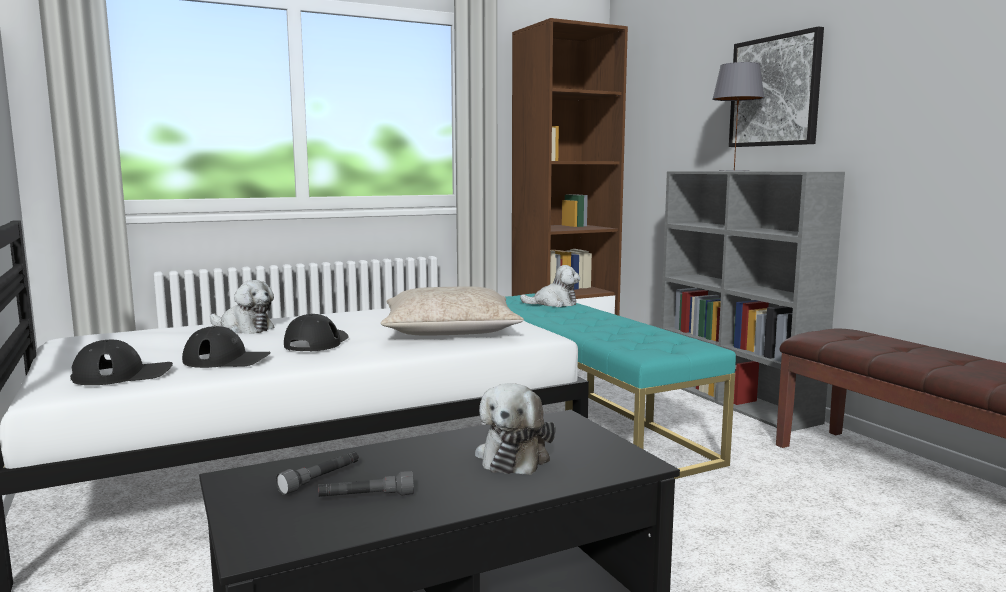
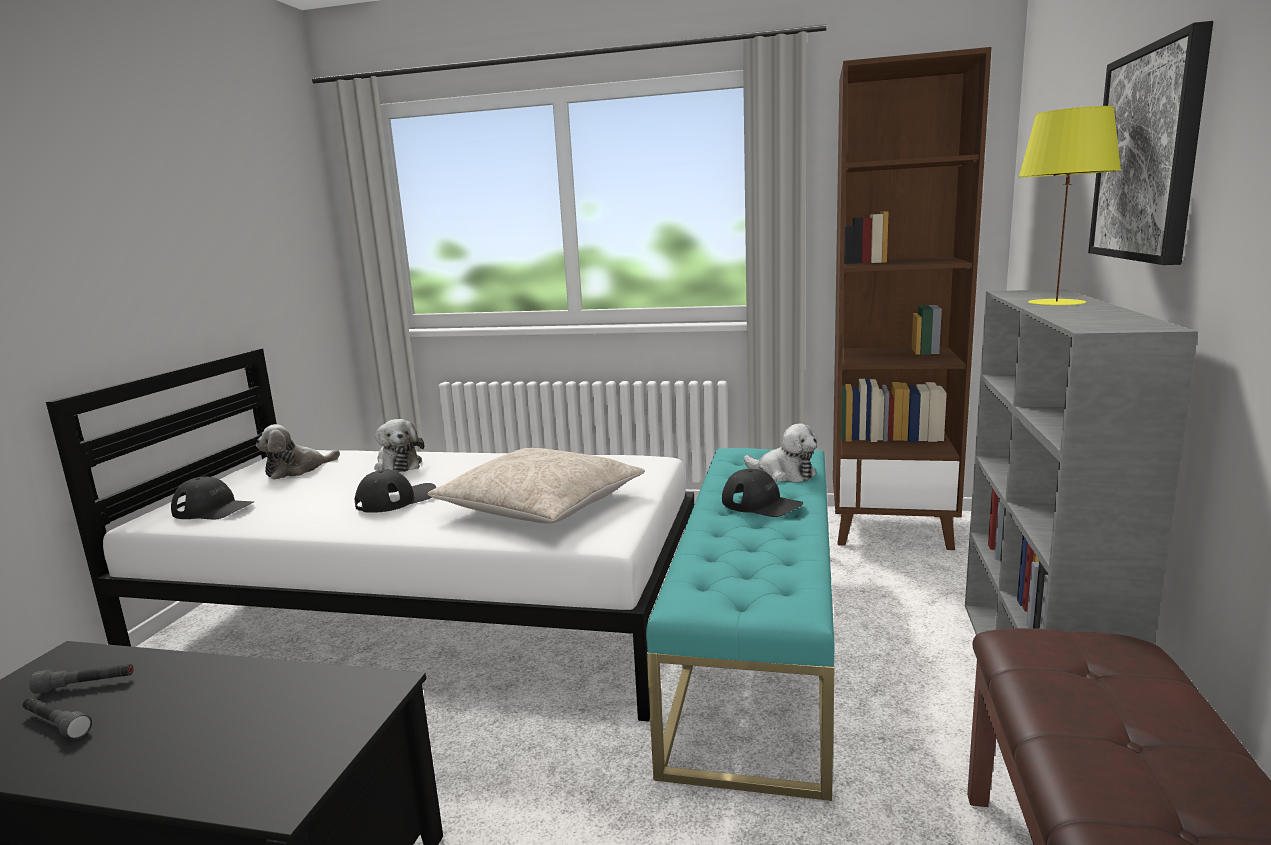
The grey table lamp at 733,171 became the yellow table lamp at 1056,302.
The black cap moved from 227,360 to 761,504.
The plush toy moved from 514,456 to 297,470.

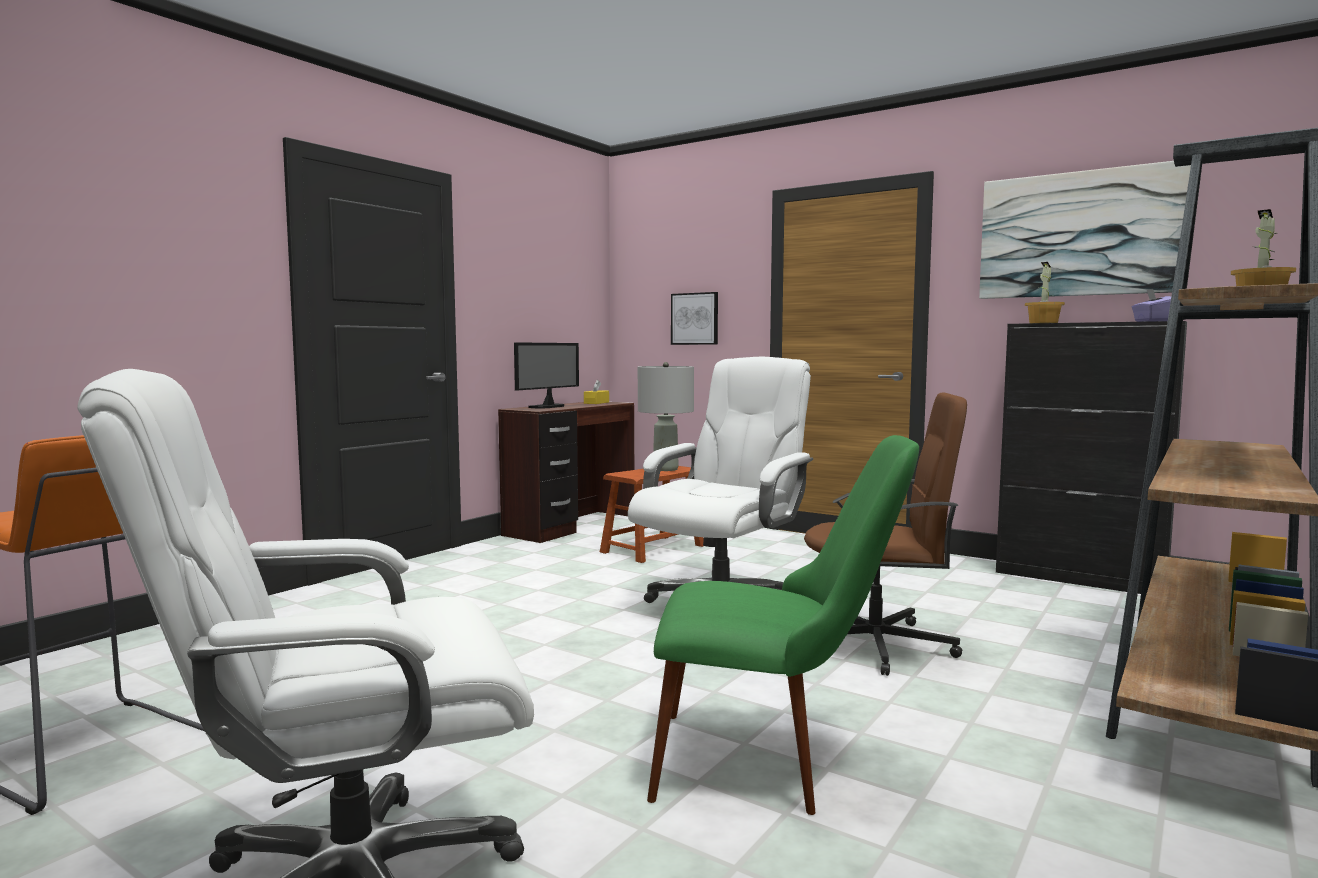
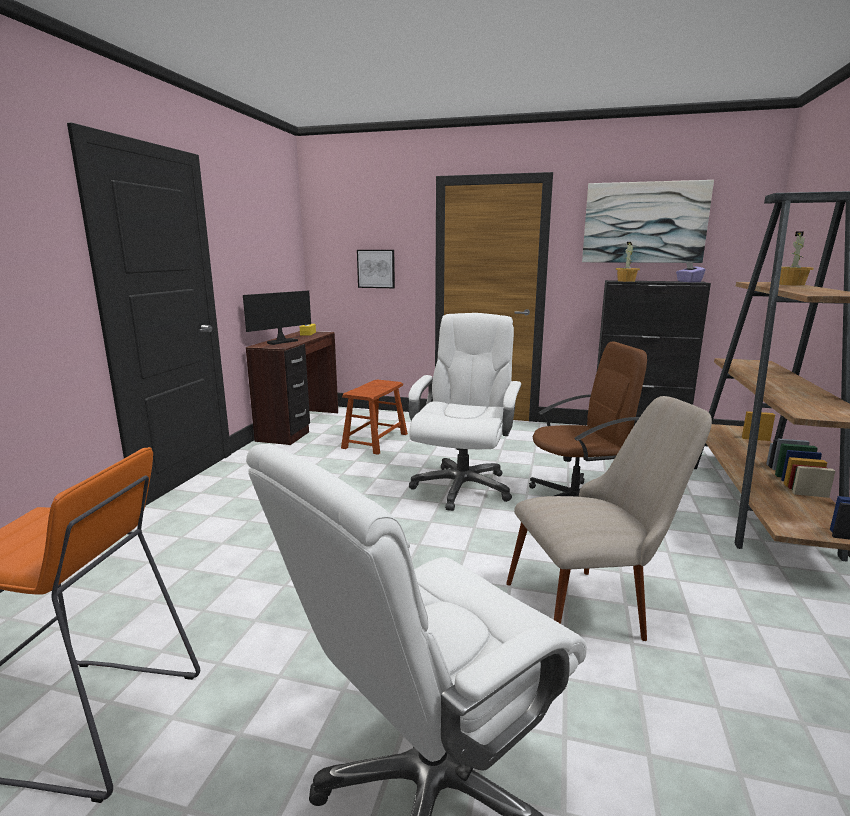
The monitor at 548,407 turned 150 degrees counterclockwise.
The grey table lamp at 665,469 disappeared.
The green chair at 773,762 became the beige chair at 593,606.

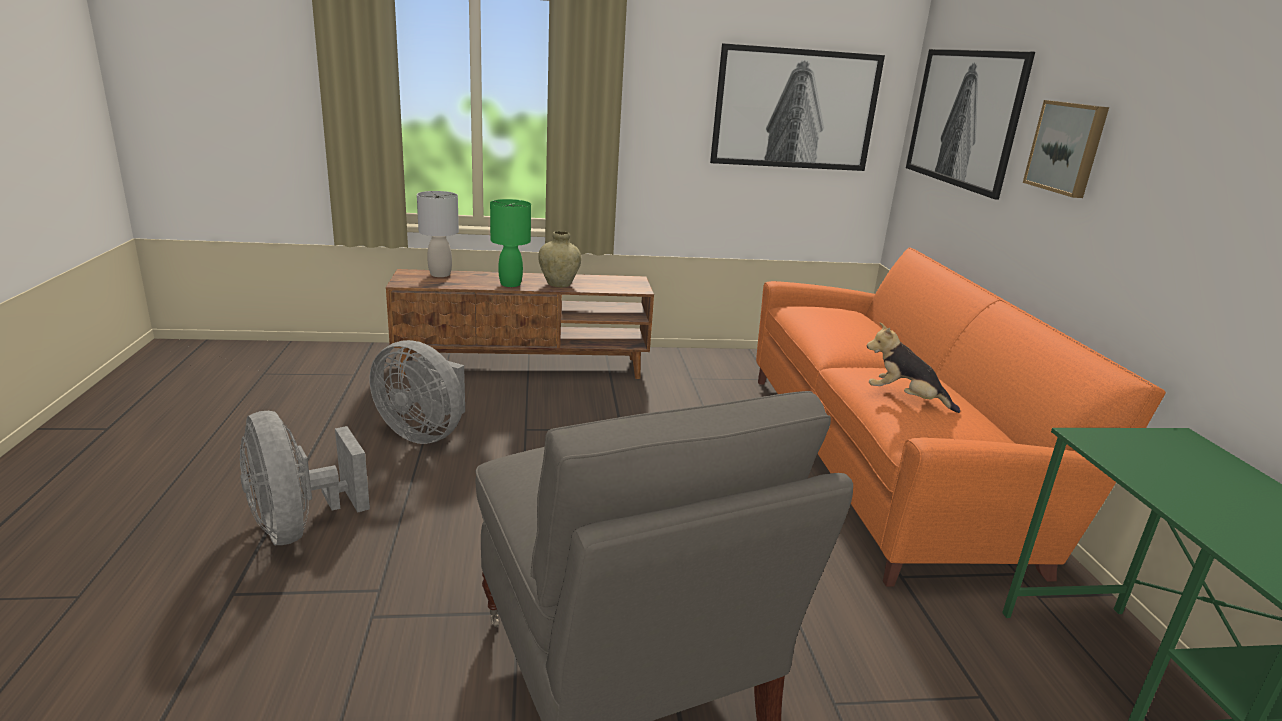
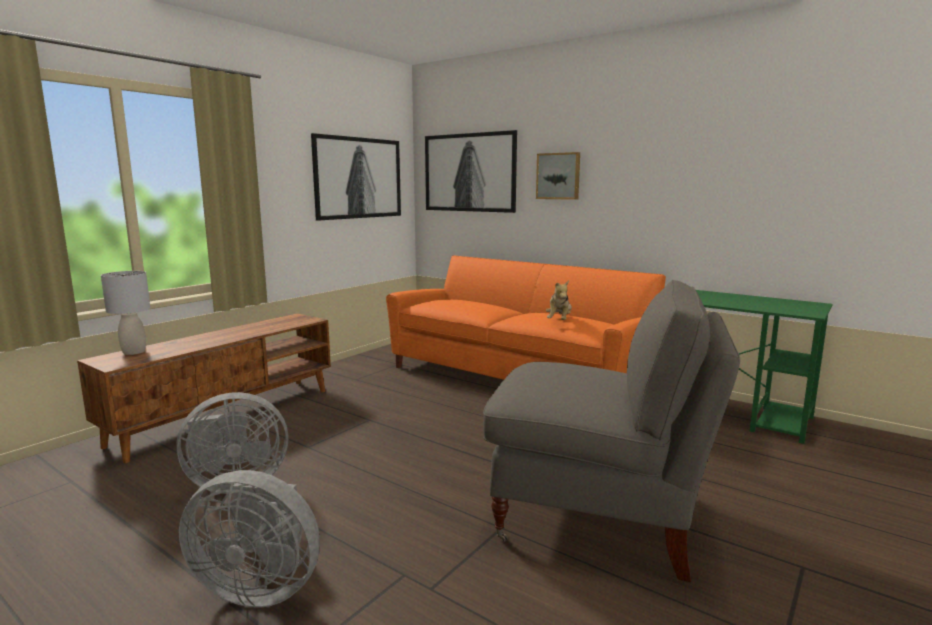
The green table lamp at 510,284 disappeared.
The beige vase at 559,284 disappeared.
The plush toy at 905,399 turned 60 degrees counterclockwise.

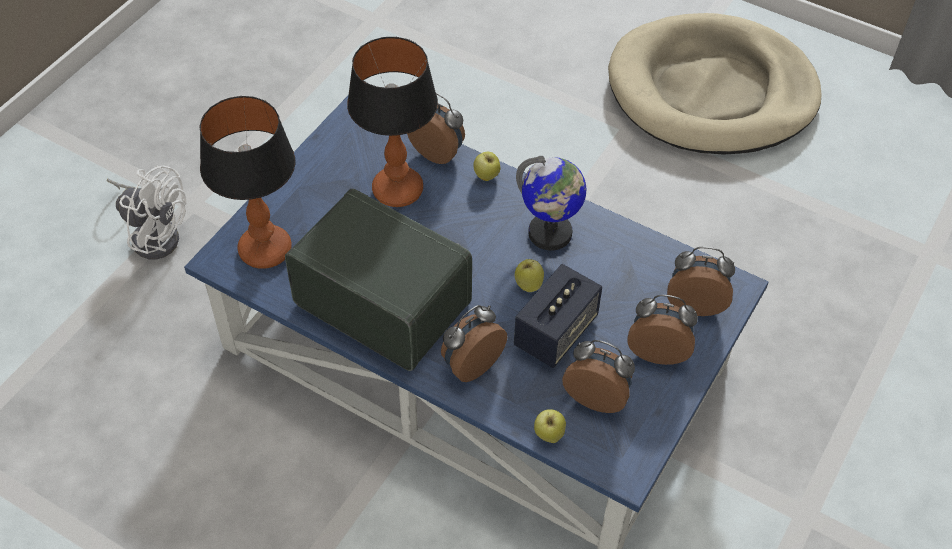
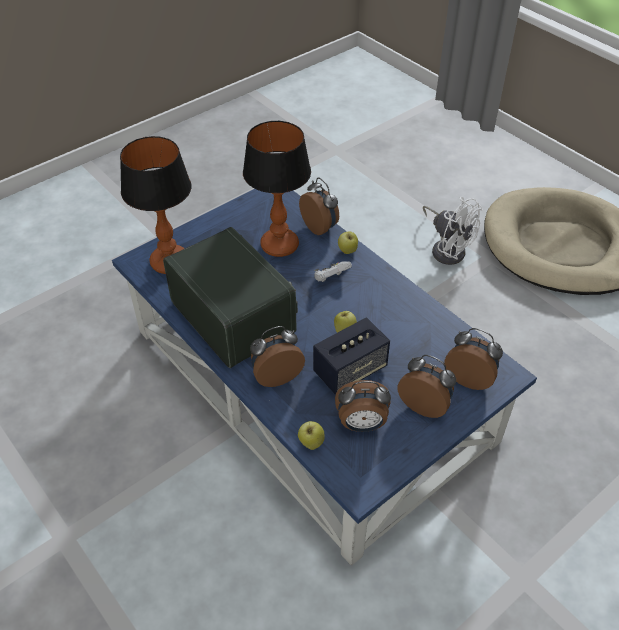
The globe at 550,234 disappeared.
The white fan moved from 154,234 to 447,248.
The alarm clock at 597,395 turned 135 degrees clockwise.
The white game controller at 331,278 appeared.

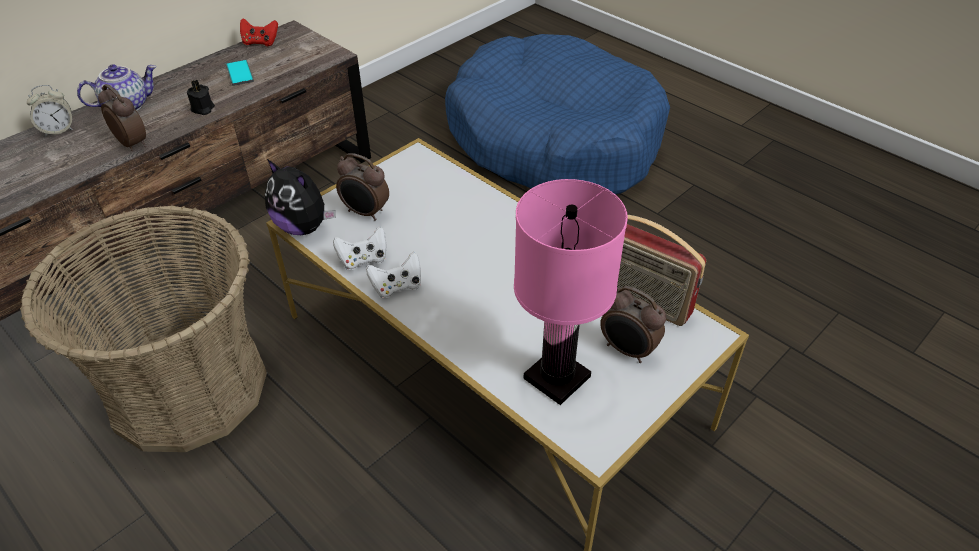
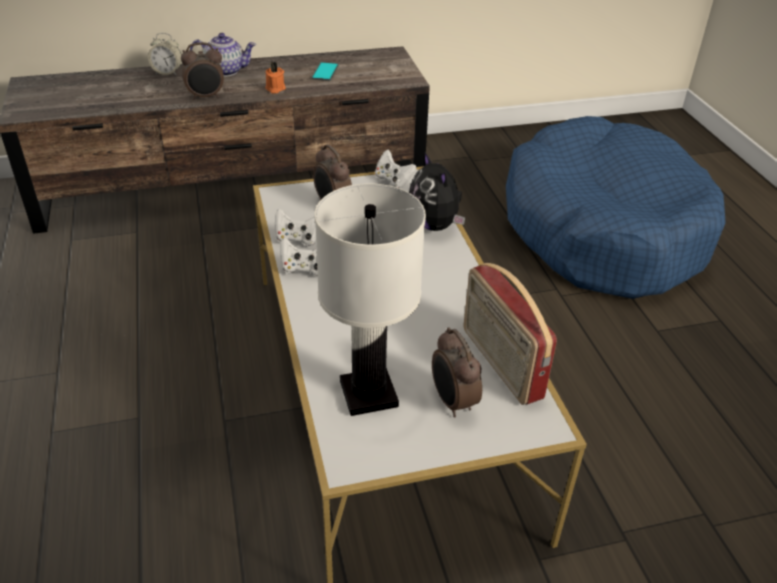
The red game controller at 260,42 disappeared.
The black candle at 202,109 became the orange candle at 275,89.
The alarm clock at 133,143 turned 90 degrees clockwise.
The plush toy moved from 303,227 to 435,225.
The pink table lamp at 558,377 became the white table lamp at 369,394.
The basket at 188,387 disappeared.
The white game controller at 393,180 appeared.

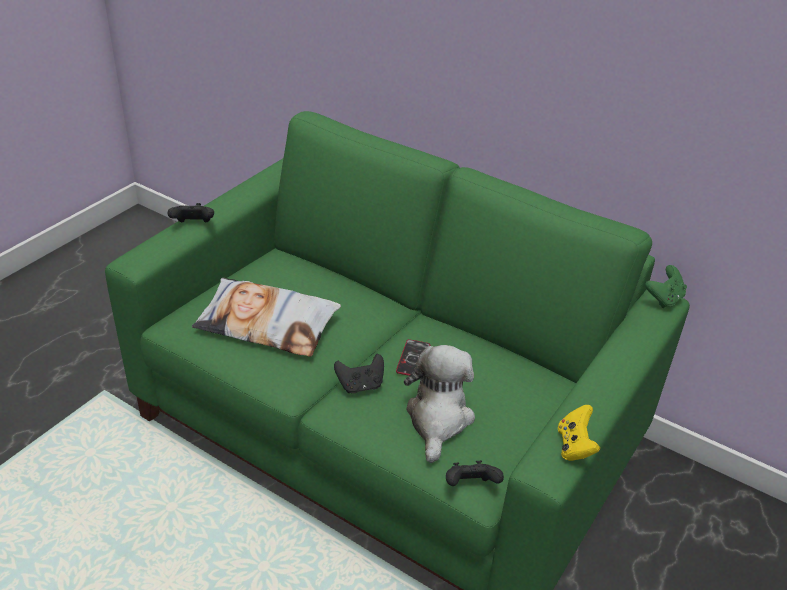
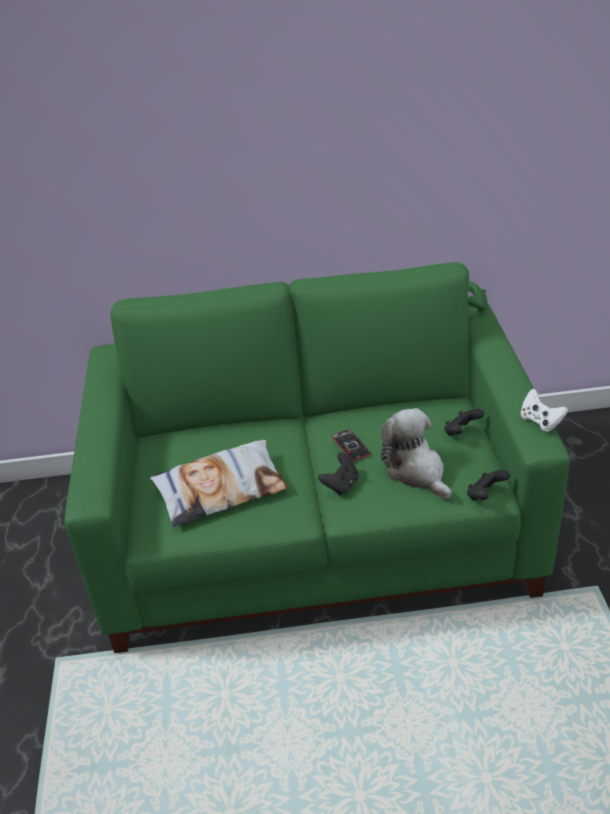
The black game controller moved from 193,225 to 461,432.
The yellow game controller at 574,446 became the white game controller at 540,421.

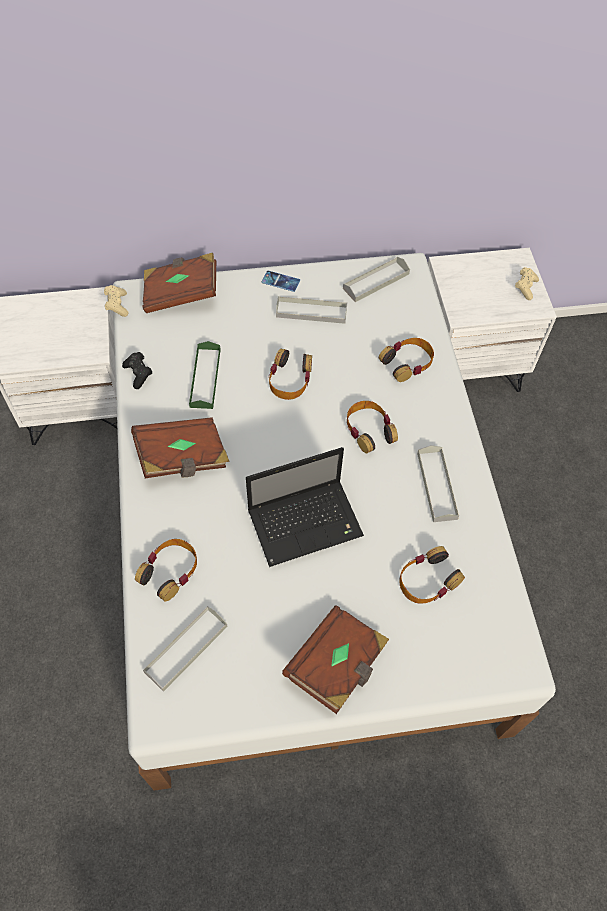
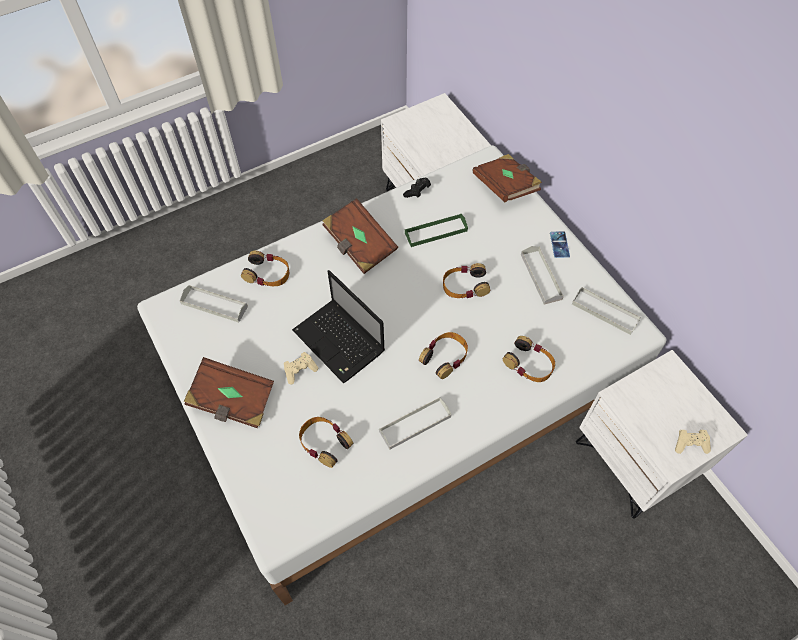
The beige game controller moved from 117,305 to 300,370.

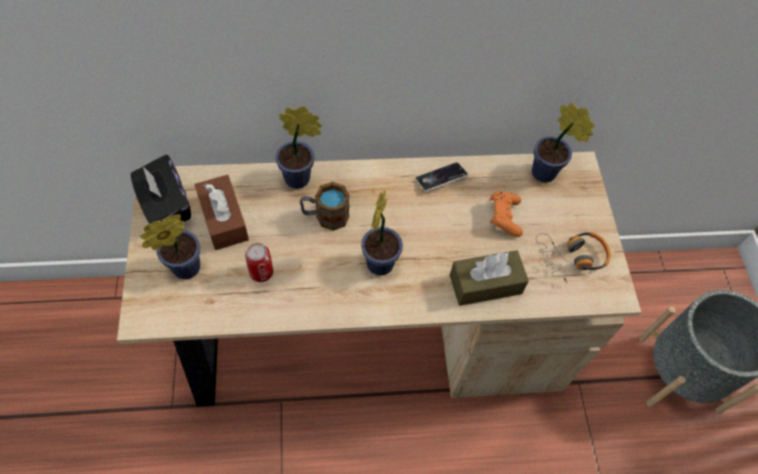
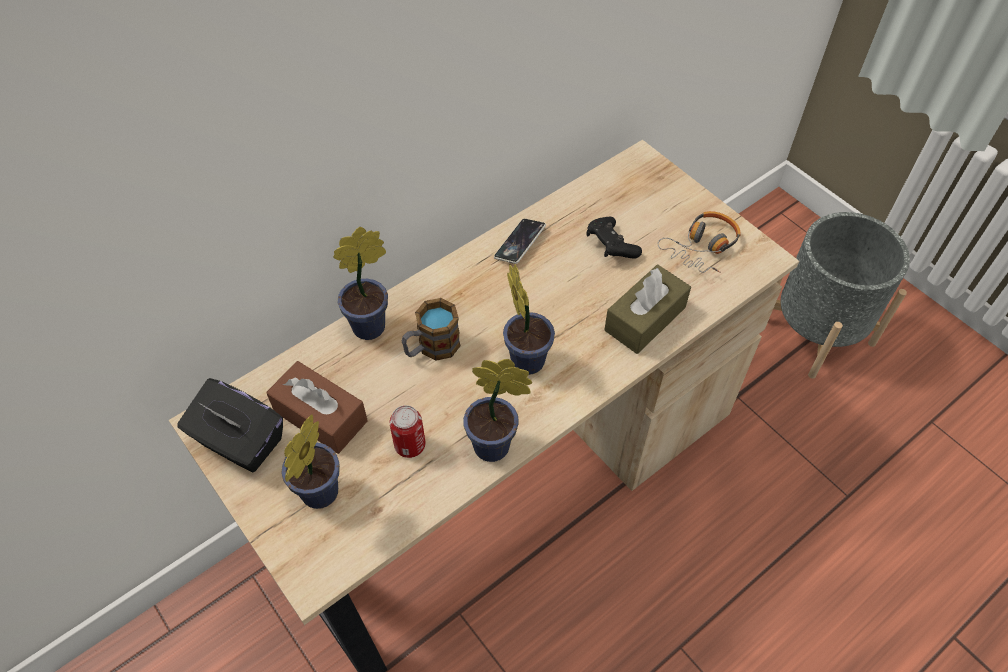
The potted plant moved from 546,175 to 496,447.
The orange game controller at 504,217 became the black game controller at 611,246.

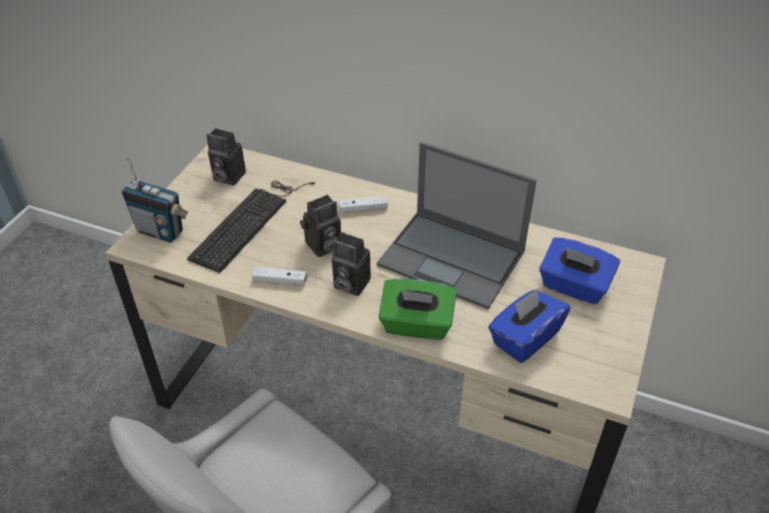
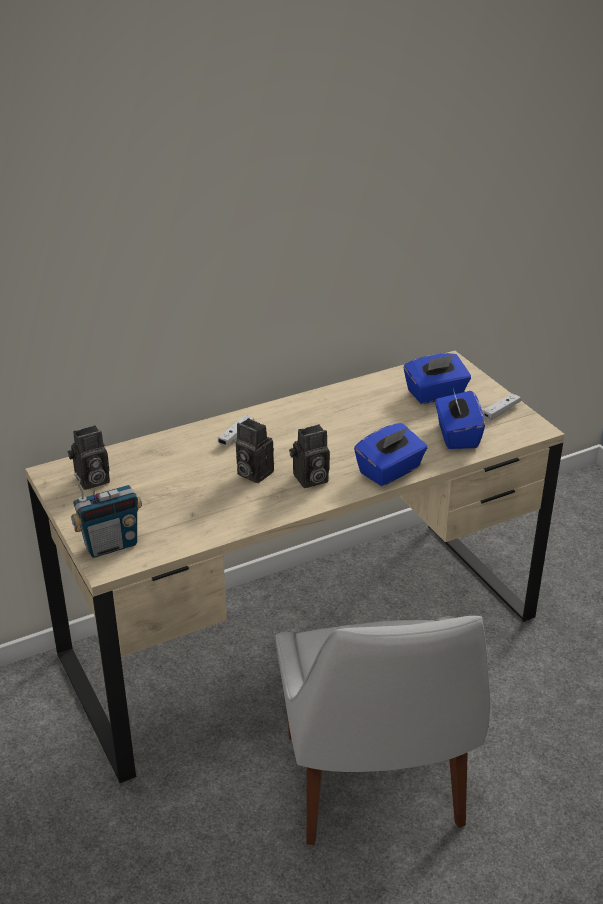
The laptop at 453,258 disappeared.
The keyboard at 249,221 disappeared.
The photo camera at 322,247 turned 120 degrees clockwise.
The white game controller moved from 279,281 to 500,411.
The green tissue box at 416,325 became the blue tissue box at 390,471.

